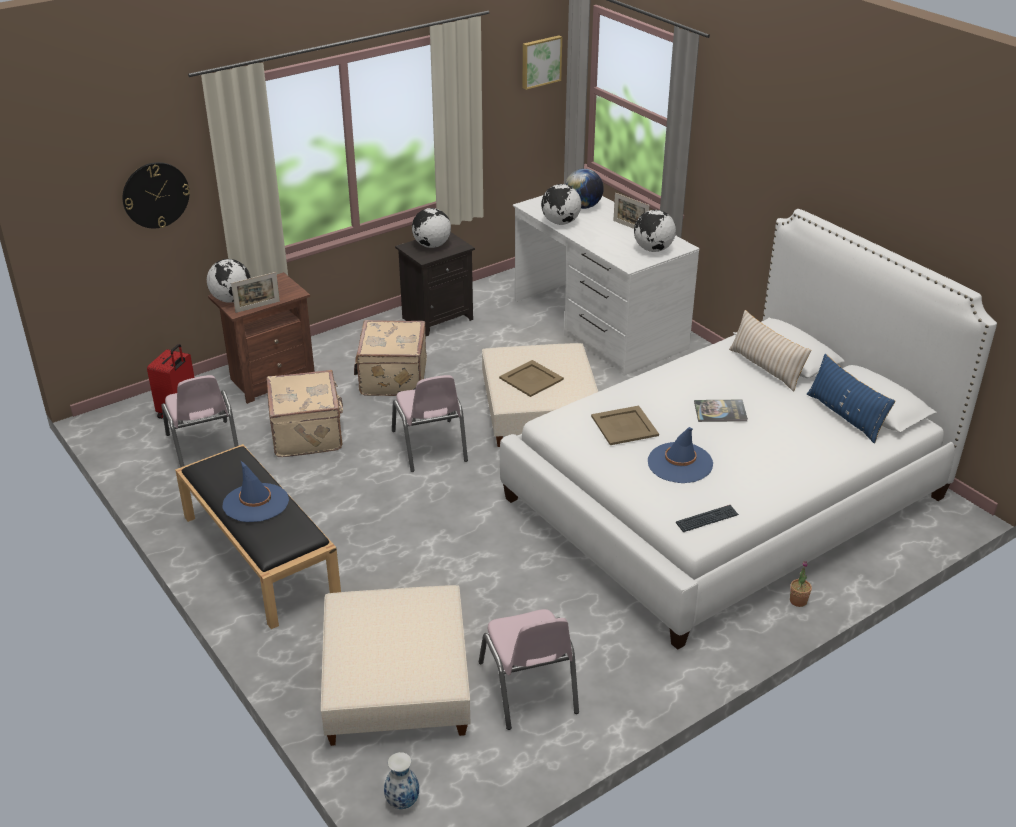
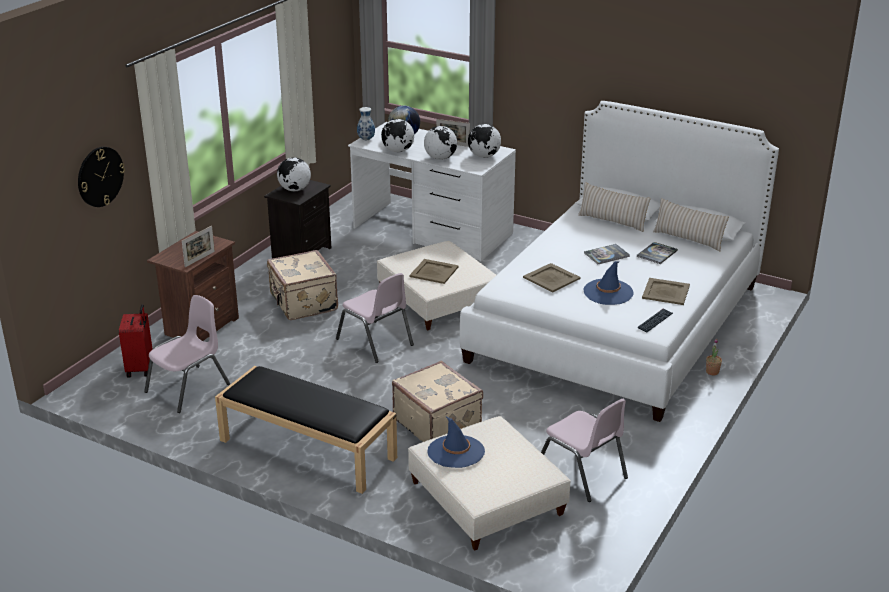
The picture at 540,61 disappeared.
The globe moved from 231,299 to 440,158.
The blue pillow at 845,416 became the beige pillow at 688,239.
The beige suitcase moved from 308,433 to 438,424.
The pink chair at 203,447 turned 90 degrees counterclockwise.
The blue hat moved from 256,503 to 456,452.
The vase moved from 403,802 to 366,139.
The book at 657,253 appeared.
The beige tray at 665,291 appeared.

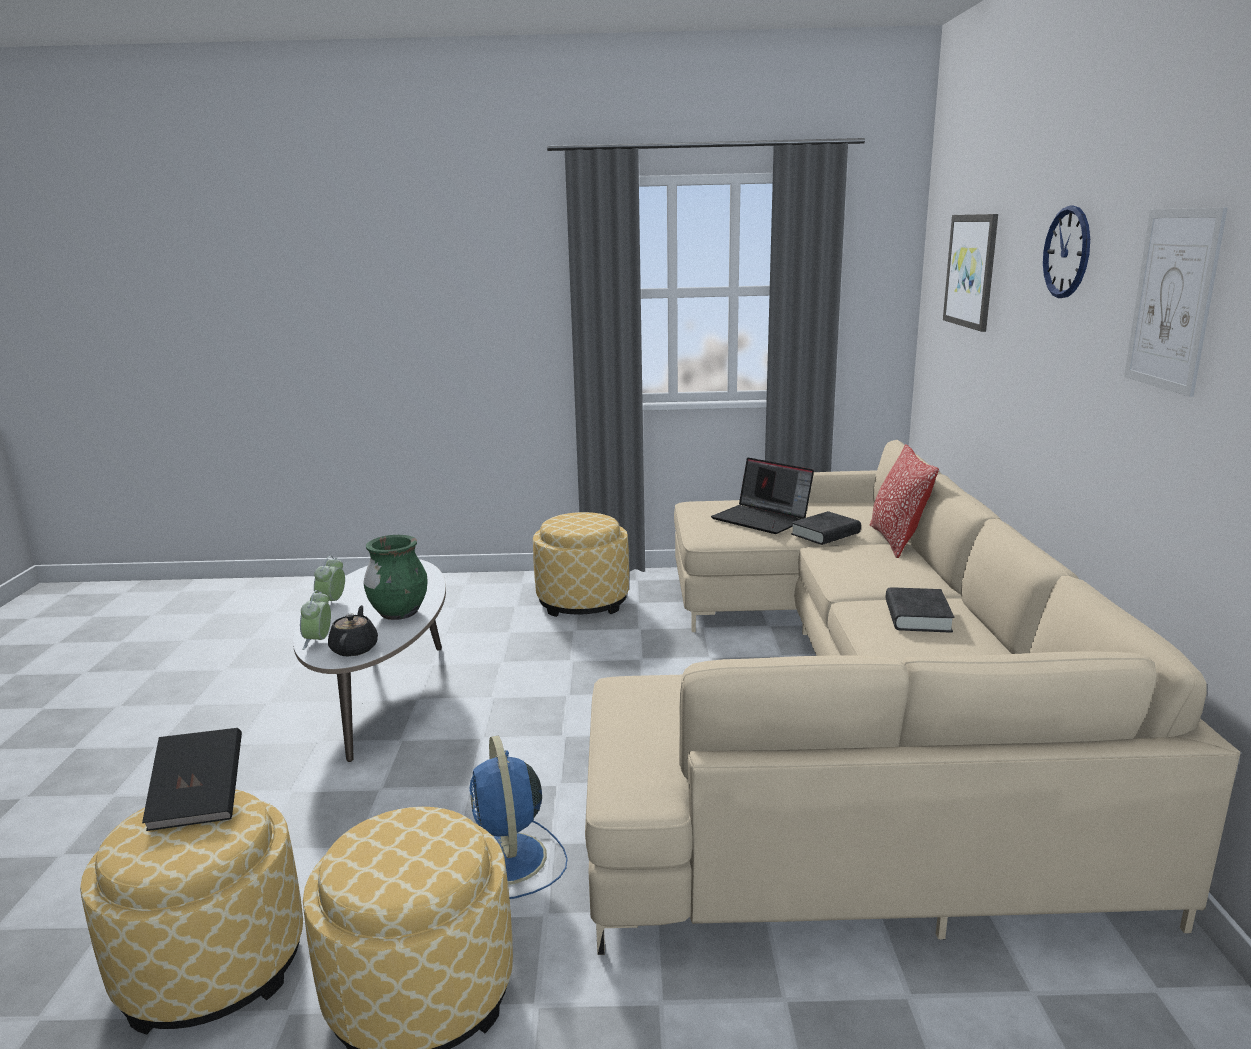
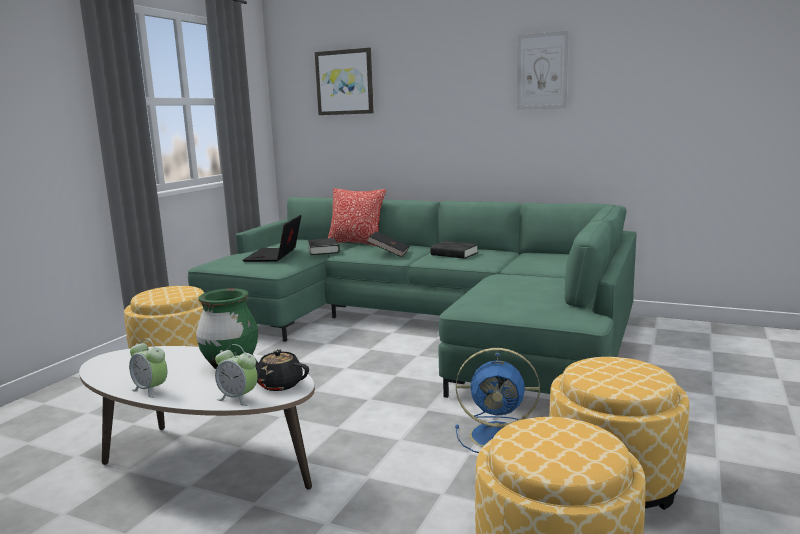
The wall clock at 1067,252 disappeared.
The beige sofa at 849,707 became the green sofa at 425,325.
The laptop at 762,519 turned 120 degrees clockwise.
The black book moved from 200,800 to 389,253.

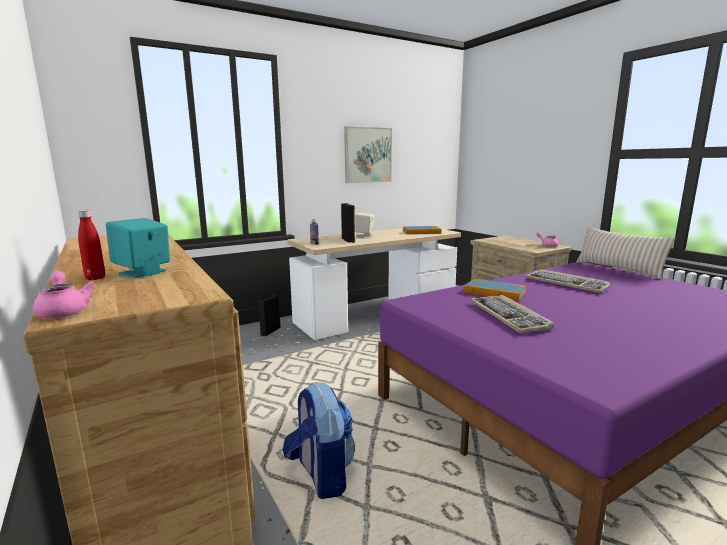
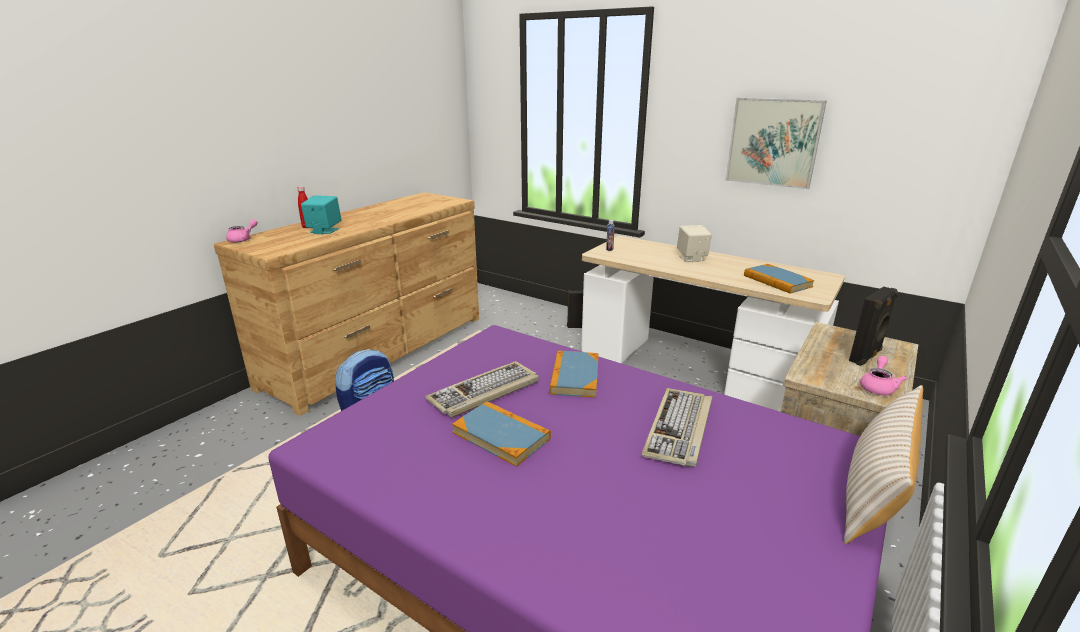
The black speaker moved from 348,240 to 866,356.
The book at 501,436 appeared.

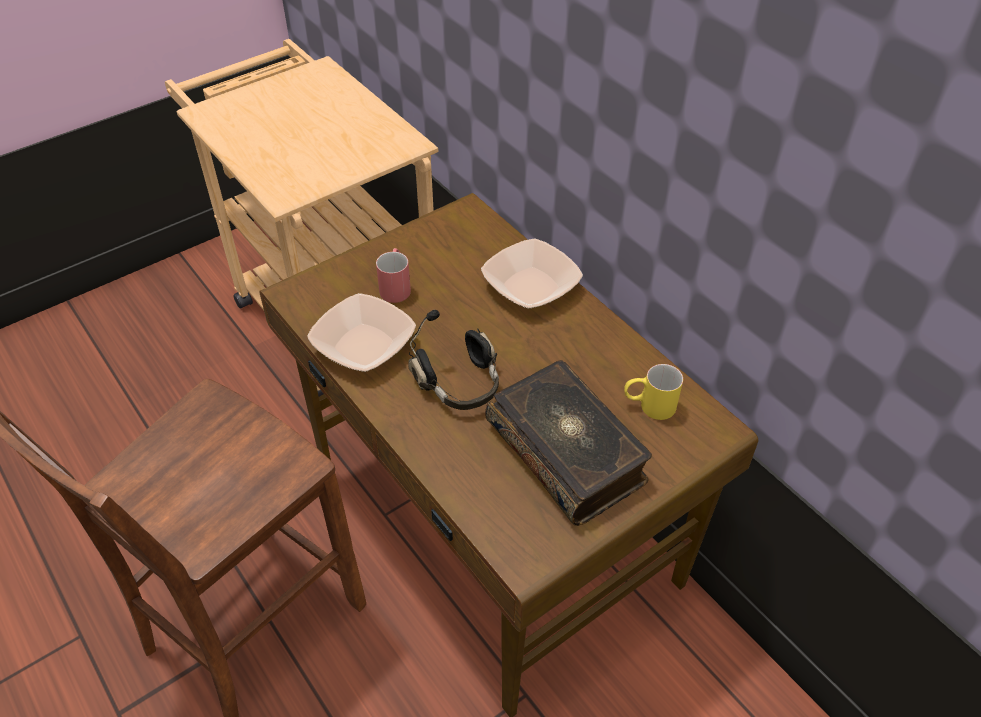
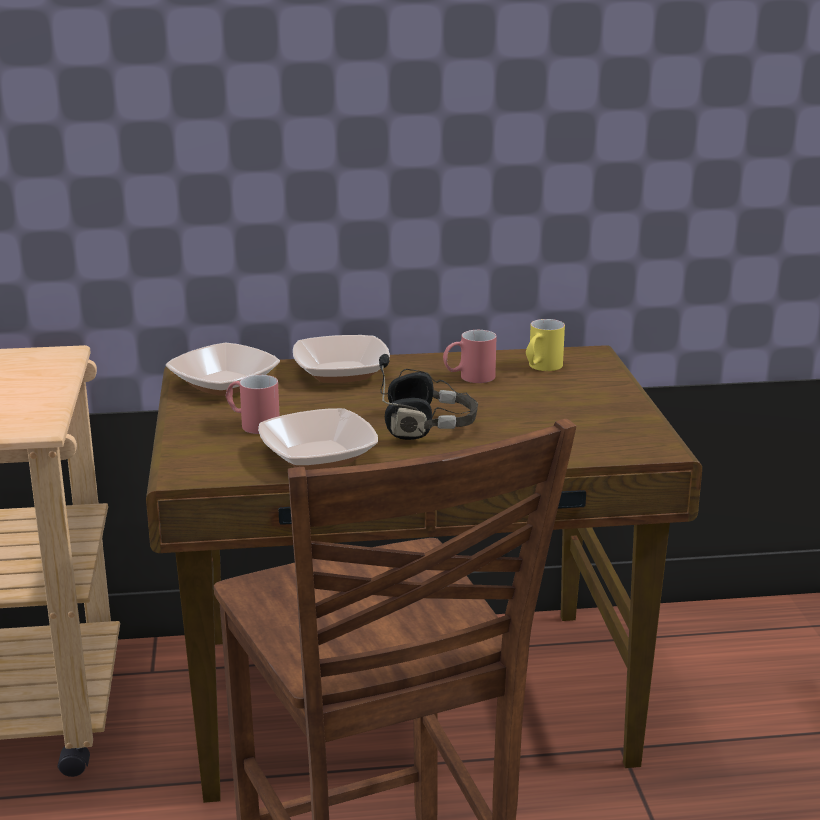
The book at 567,452 disappeared.
The red mug at 469,378 appeared.
The bowl at 224,383 appeared.

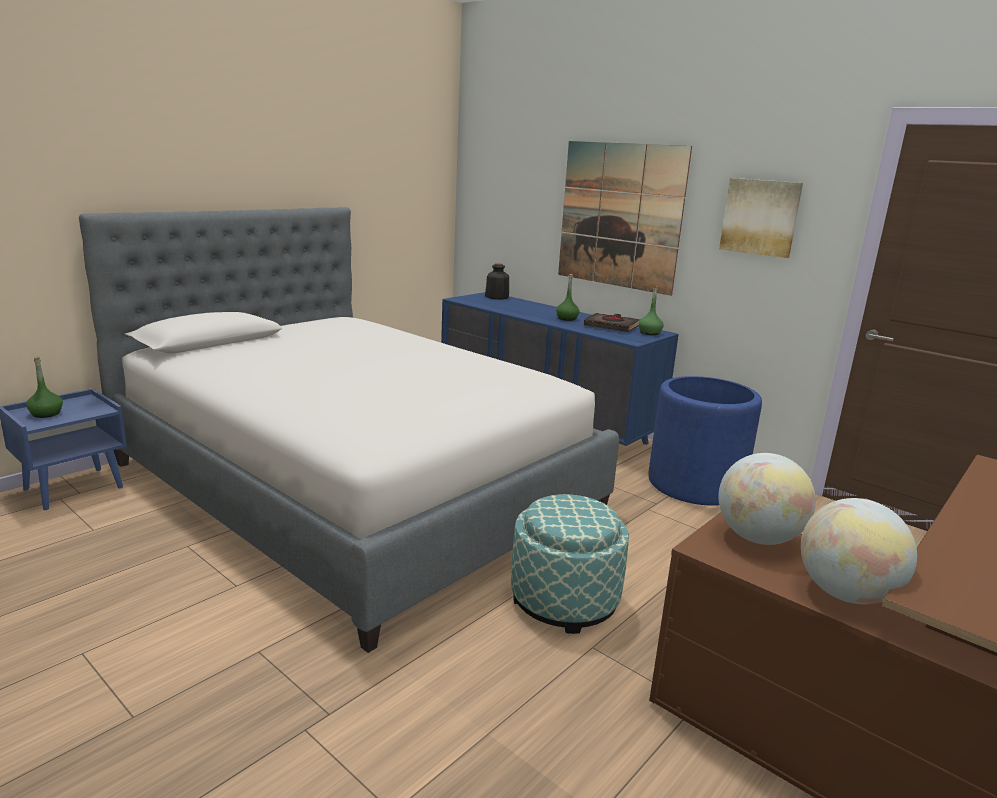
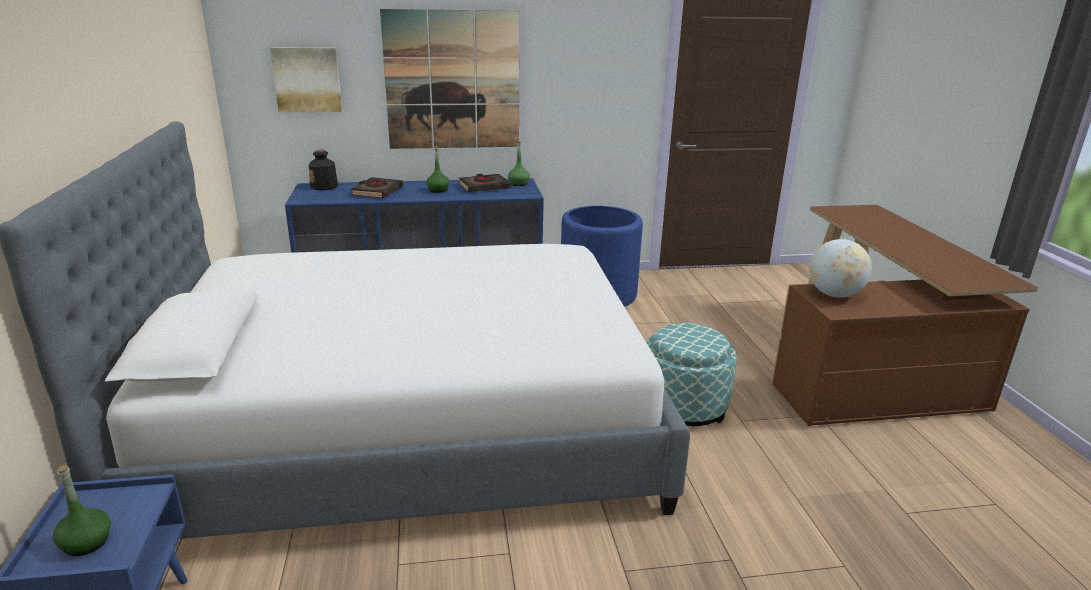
The picture moved from 760,217 to 307,79.
The globe at 845,594 disappeared.
The black book at 377,191 appeared.

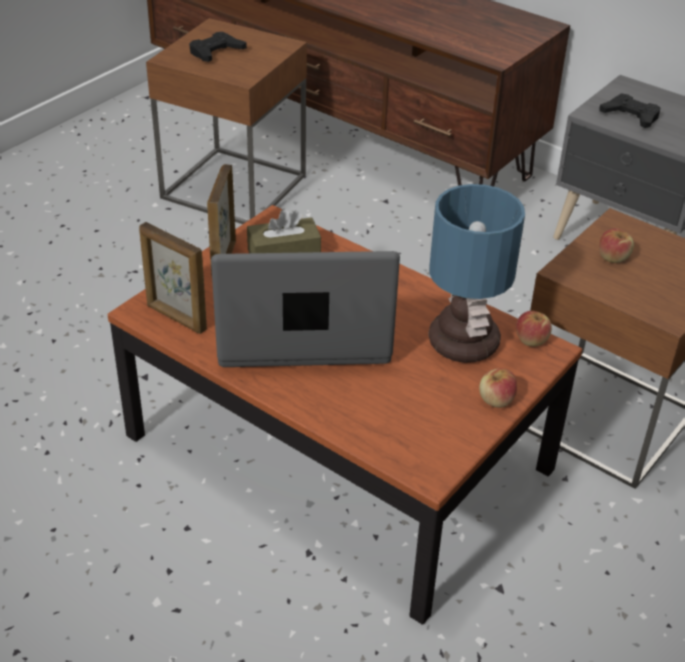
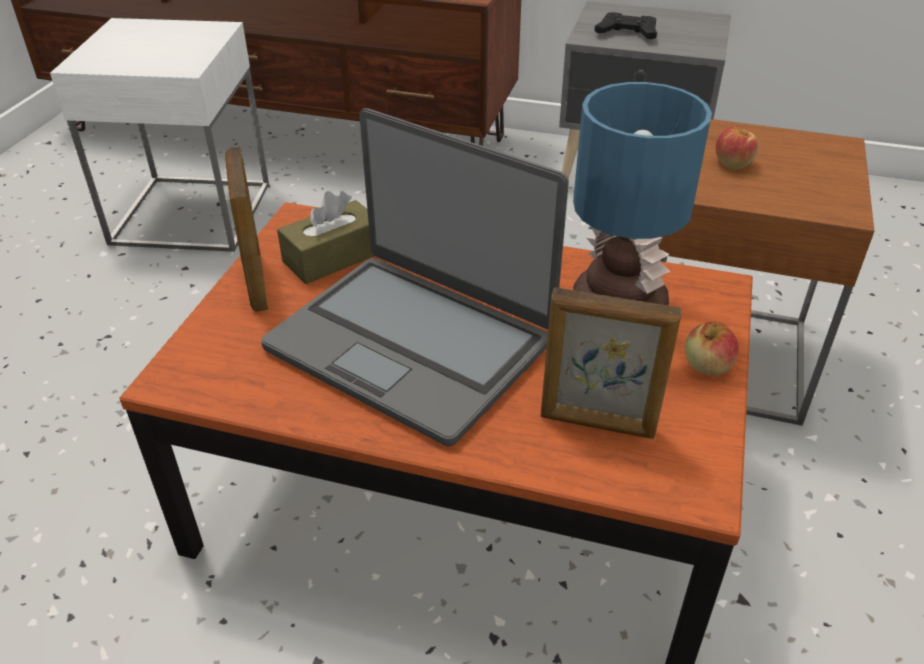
The brown side table at 234,186 became the white side table at 192,213.
The black game controller at 216,52 disappeared.
The picture frame moved from 176,318 to 597,424.
The laptop at 303,329 turned 120 degrees counterclockwise.
The apple at 531,340 disappeared.

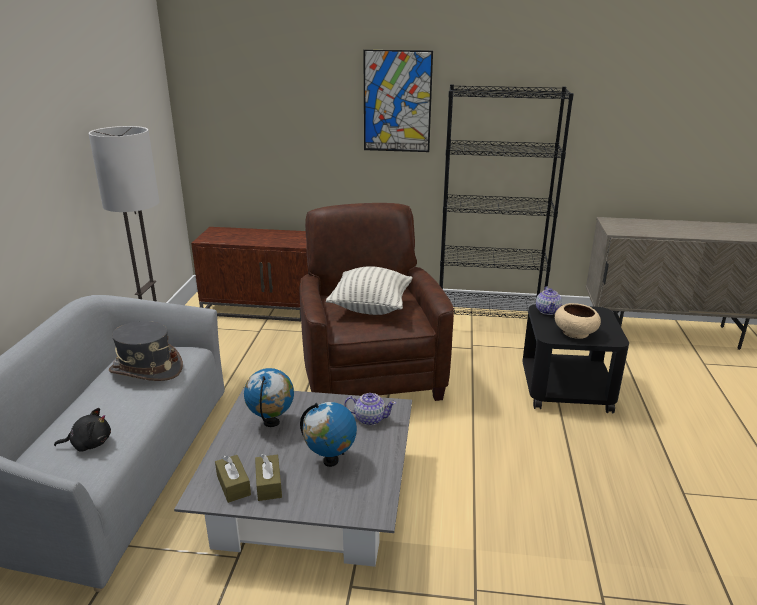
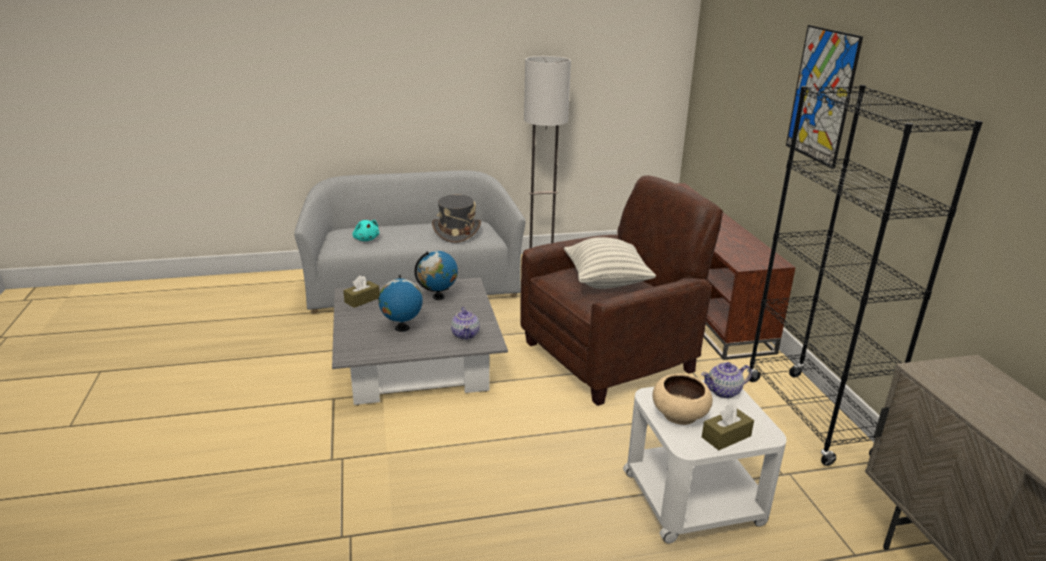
The black side table at 566,389 became the white side table at 694,497.
The black plush toy at 89,443 became the turquoise plush toy at 366,239.
The brown tissue box moved from 269,484 to 726,436.

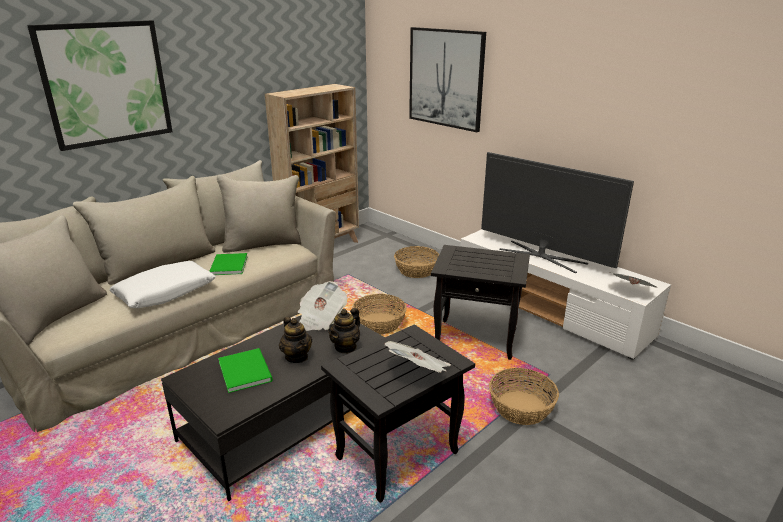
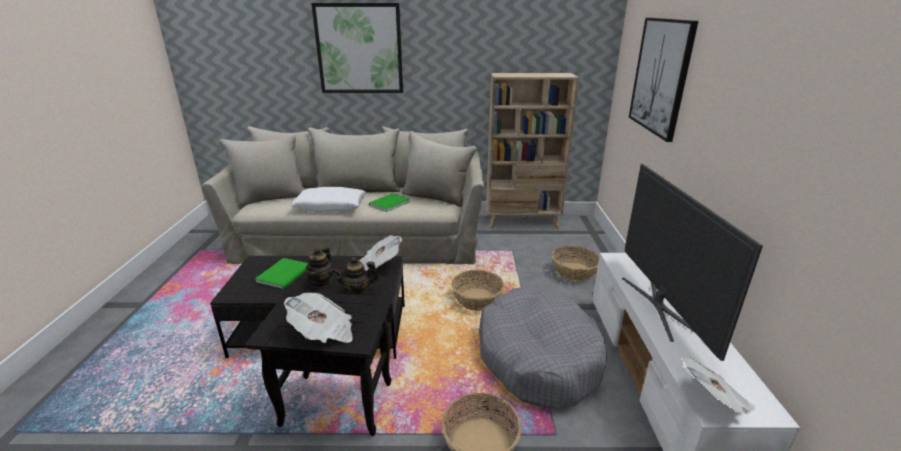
The black side table at 477,339 was replaced by the grey dog bed at 537,357.

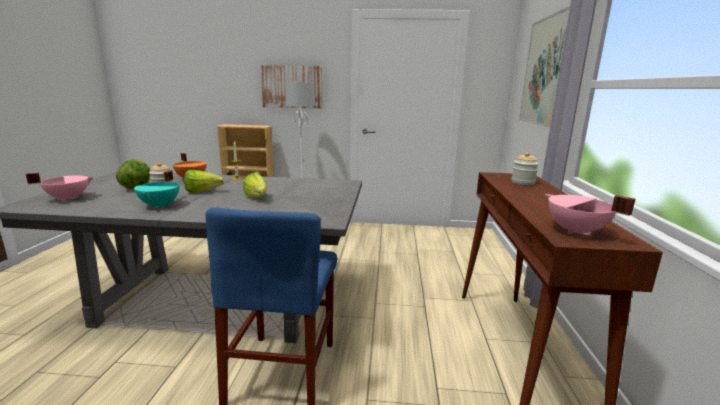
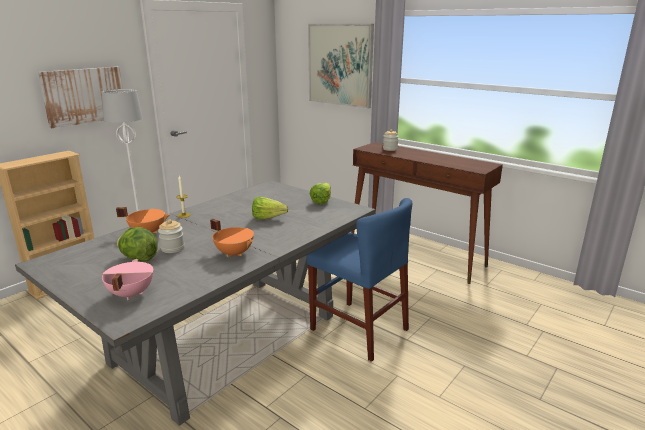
The turquoise cooking pot at 161,205 became the orange cooking pot at 234,253.
The lettuce moved from 205,192 to 323,200.
The pink cooking pot at 575,231 disappeared.

